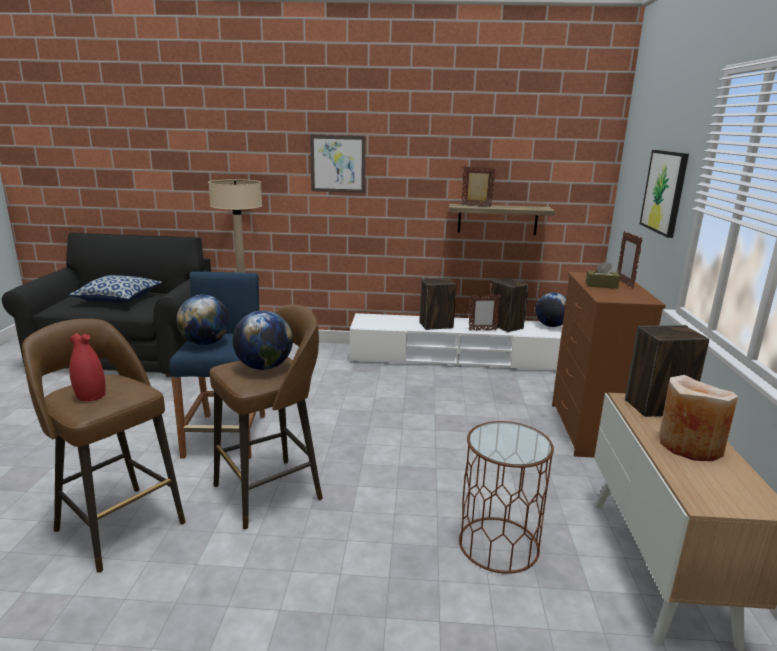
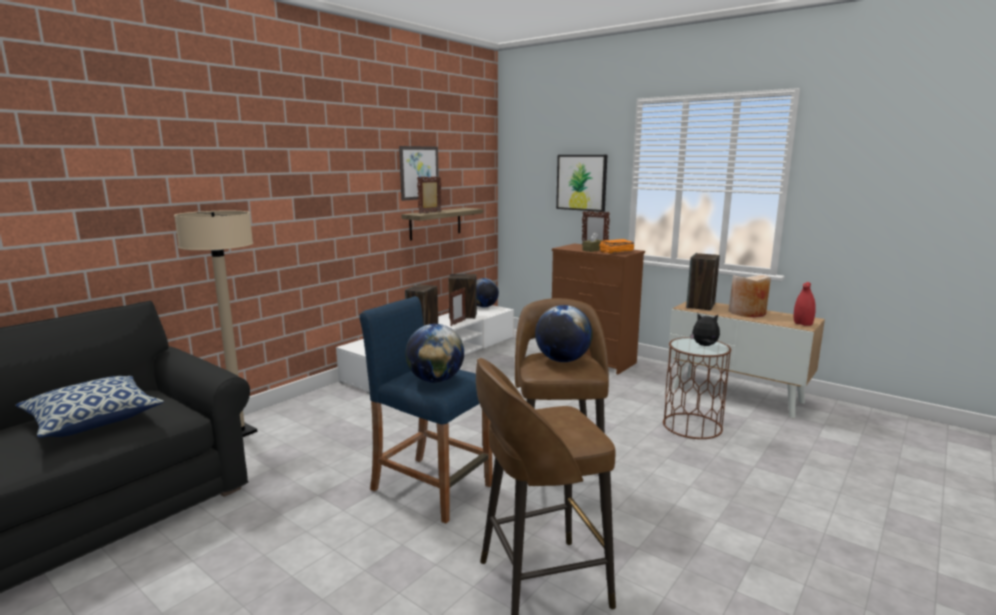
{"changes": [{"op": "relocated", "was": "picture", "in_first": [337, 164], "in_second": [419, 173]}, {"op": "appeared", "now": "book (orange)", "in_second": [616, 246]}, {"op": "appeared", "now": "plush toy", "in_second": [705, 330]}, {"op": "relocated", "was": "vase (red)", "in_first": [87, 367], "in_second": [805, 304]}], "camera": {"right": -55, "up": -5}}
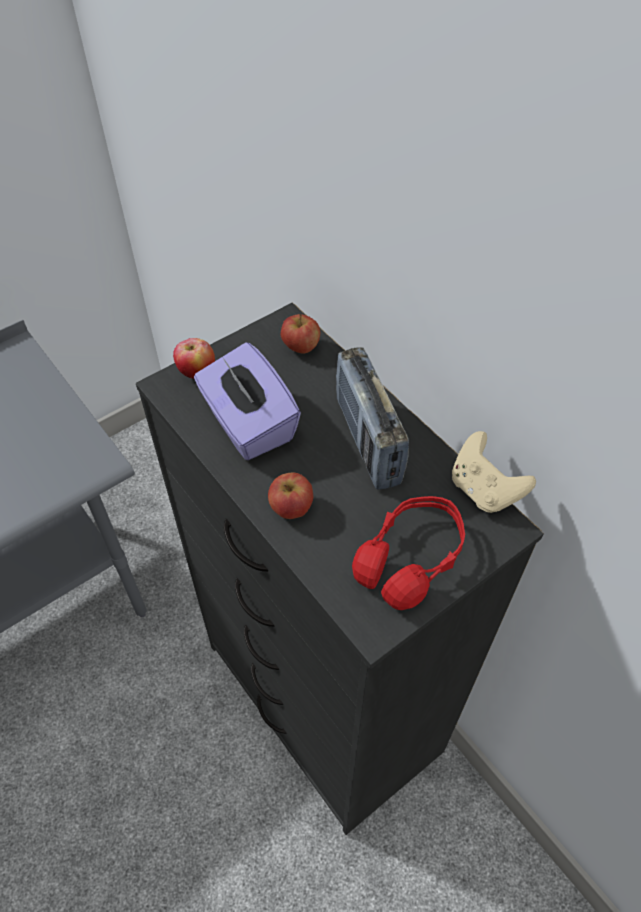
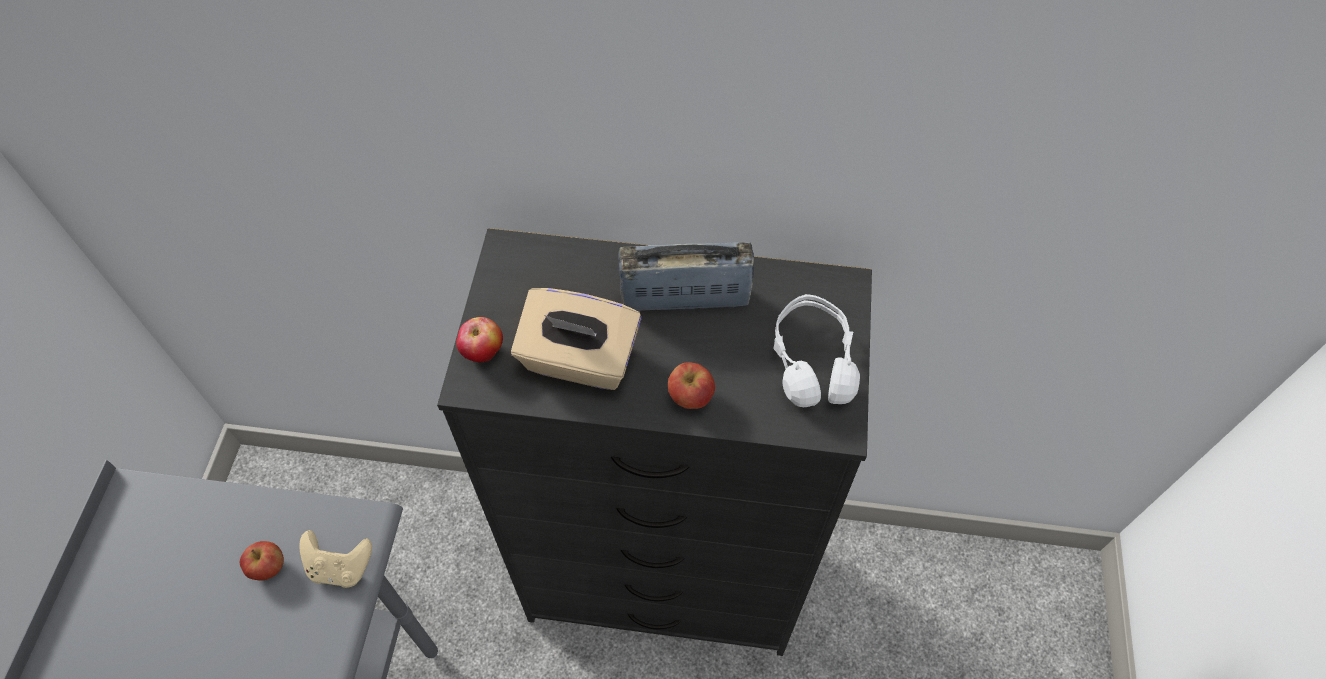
{"changes": [{"op": "relocated", "was": "apple", "in_first": [300, 334], "in_second": [262, 560]}, {"op": "relocated", "was": "game controller (beige)", "in_first": [494, 472], "in_second": [335, 559]}, {"op": "colour", "was": "tissue box (purple)", "now": "tissue box (beige)", "in_first": [247, 401], "in_second": [576, 339]}, {"op": "spun", "was": "radio", "in_first": [372, 418], "in_second": [686, 276], "clockwise": 150}, {"op": "colour", "was": "headphones (red)", "now": "headphones (white)", "in_first": [408, 553], "in_second": [816, 350]}], "camera": {"right": -45, "up": 5}}
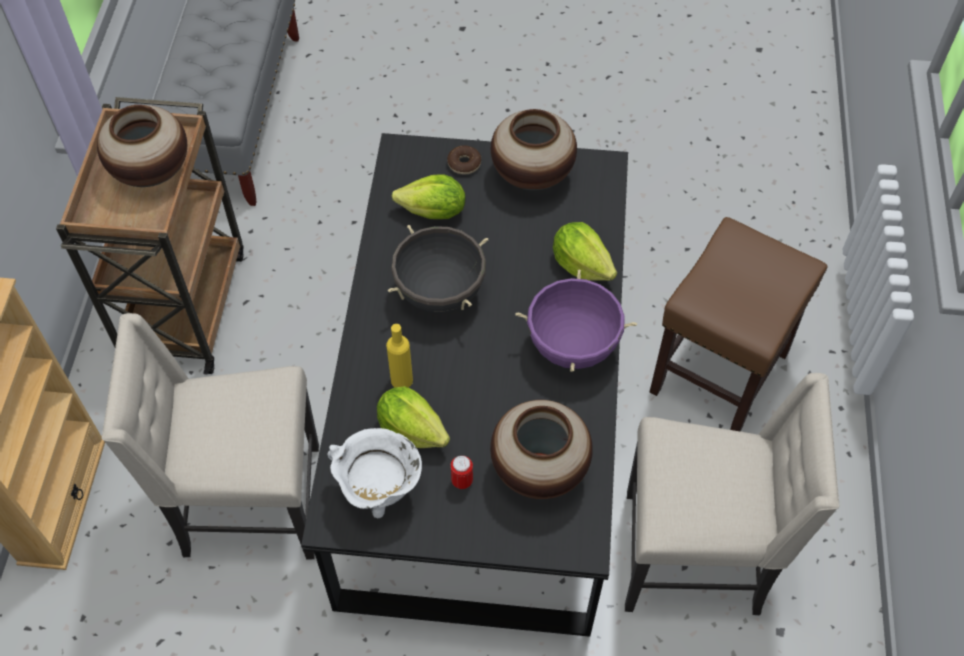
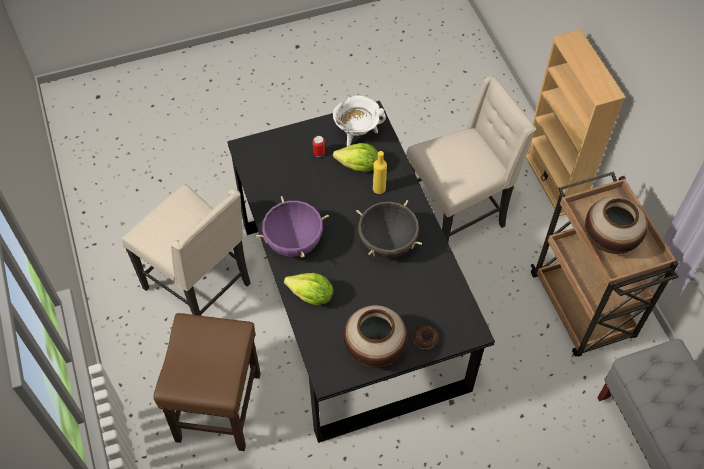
{"changes": [{"op": "spun", "was": "chair (beige)", "in_first": [732, 494], "in_second": [186, 250], "clockwise": -120}, {"op": "missing", "was": "lettuce", "in_first": [428, 197]}, {"op": "missing", "was": "vase", "in_first": [541, 449]}], "camera": {"right": 155, "up": 0}}
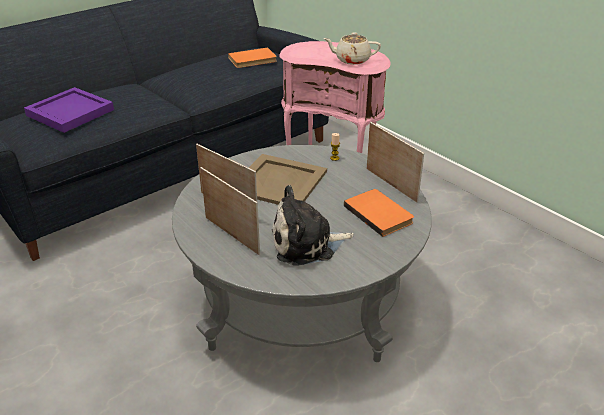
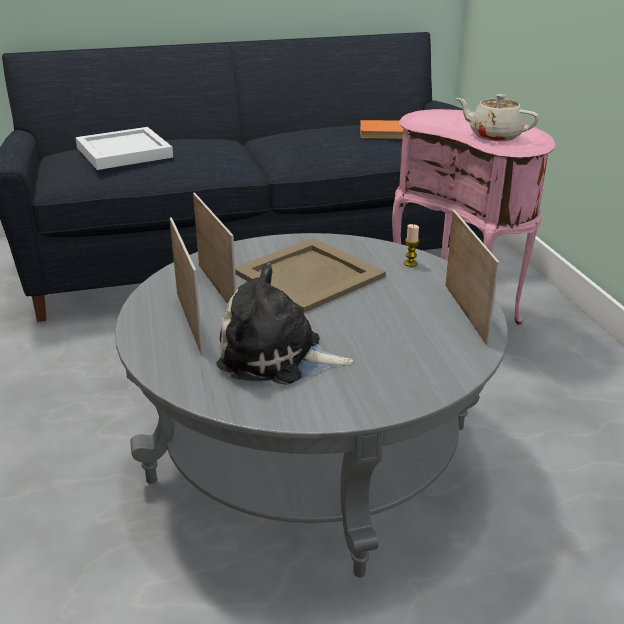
{"changes": [{"op": "colour", "was": "tray (purple)", "now": "tray (white)", "in_first": [69, 110], "in_second": [124, 148]}, {"op": "missing", "was": "book (orange)", "in_first": [379, 213]}], "camera": {"right": 25, "up": -5}}
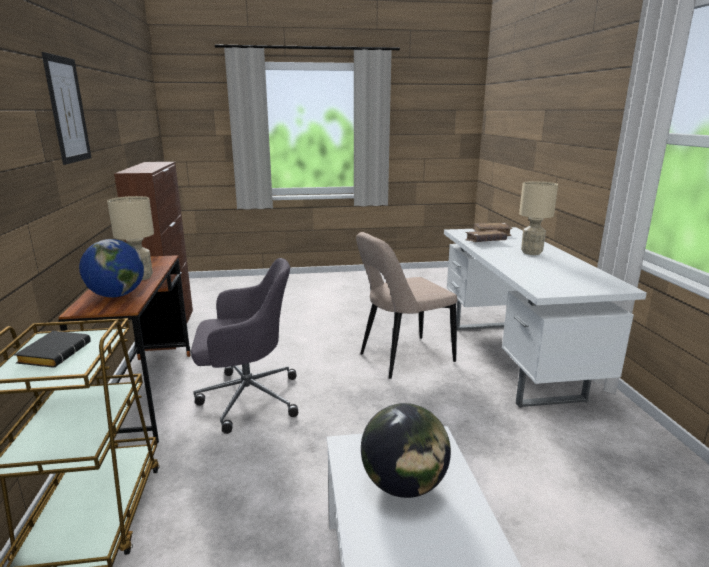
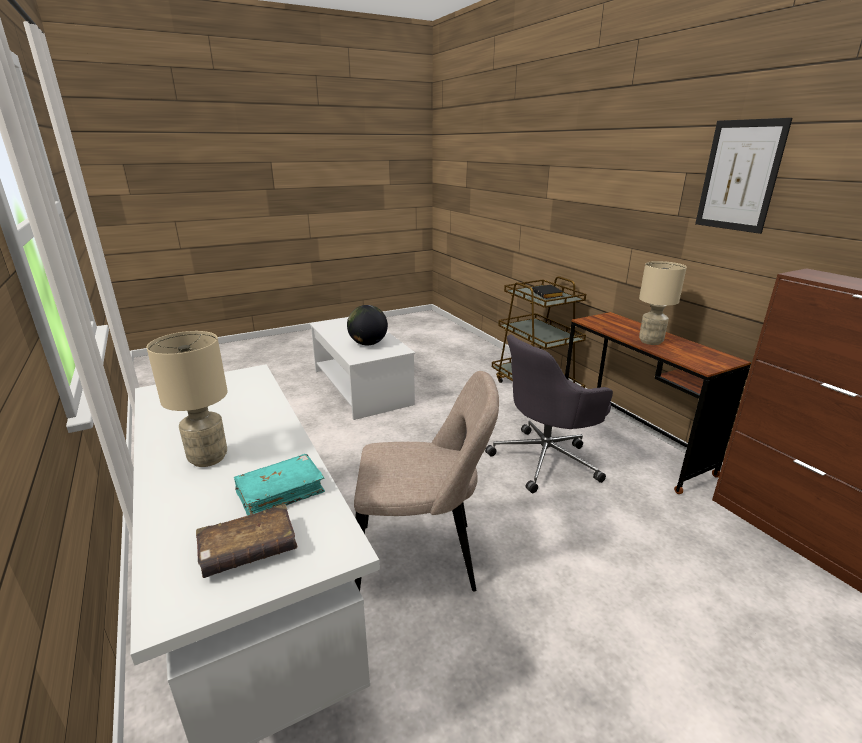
{"changes": [{"op": "colour", "was": "book (brown)", "now": "book (turquoise)", "in_first": [486, 236], "in_second": [279, 485]}, {"op": "spun", "was": "chair (beige)", "in_first": [406, 305], "in_second": [426, 481], "clockwise": 45}, {"op": "missing", "was": "globe", "in_first": [111, 268]}], "camera": {"right": 160, "up": 5}}
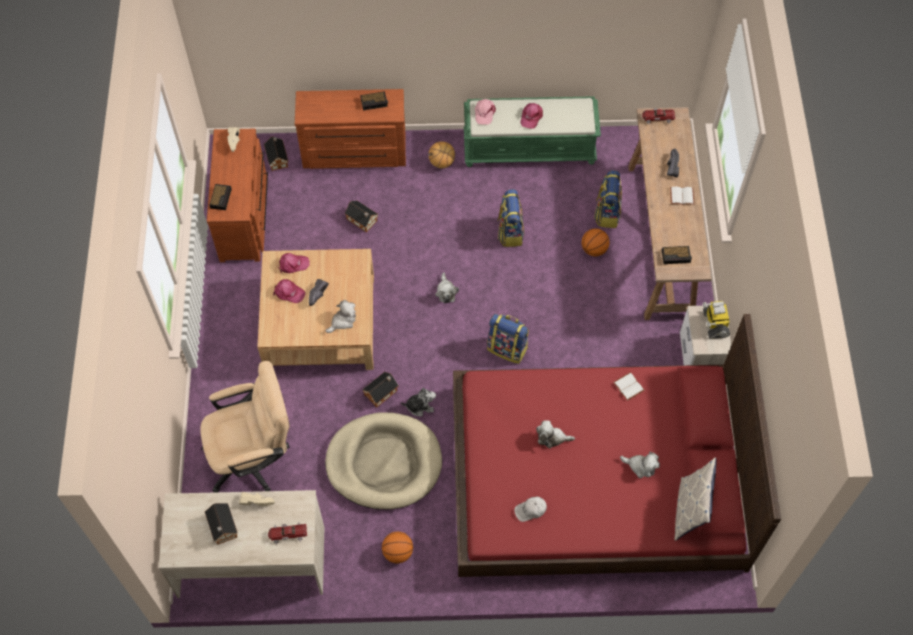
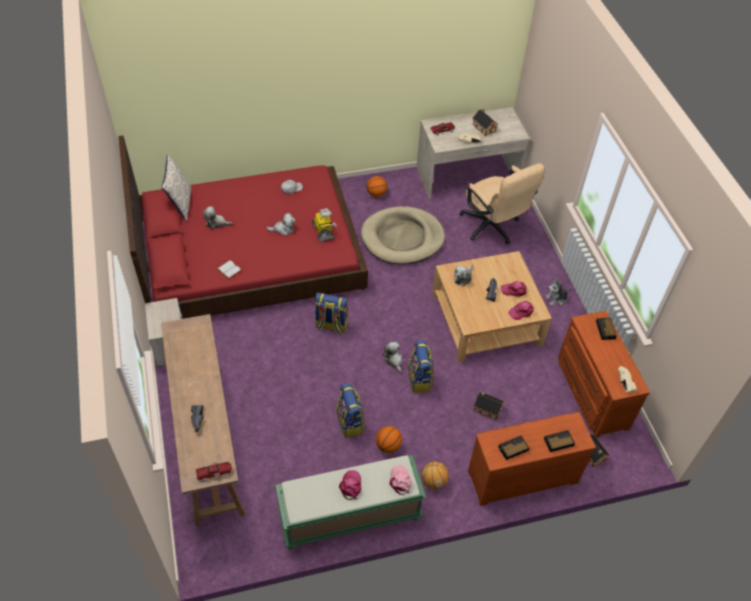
{"changes": [{"op": "relocated", "was": "toy robot", "in_first": [716, 320], "in_second": [324, 225]}, {"op": "relocated", "was": "basketball", "in_first": [596, 242], "in_second": [389, 439]}, {"op": "relocated", "was": "backpack", "in_first": [608, 199], "in_second": [420, 366]}, {"op": "spun", "was": "office chair (beige)", "in_first": [244, 426], "in_second": [502, 203], "clockwise": -90}, {"op": "relocated", "was": "alarm clock", "in_first": [677, 255], "in_second": [559, 441]}, {"op": "relocated", "was": "plush toy", "in_first": [418, 402], "in_second": [558, 291]}, {"op": "missing", "was": "toy house", "in_first": [380, 390]}, {"op": "missing", "was": "book (white)", "in_first": [682, 196]}], "camera": {"right": 165, "up": -10}}
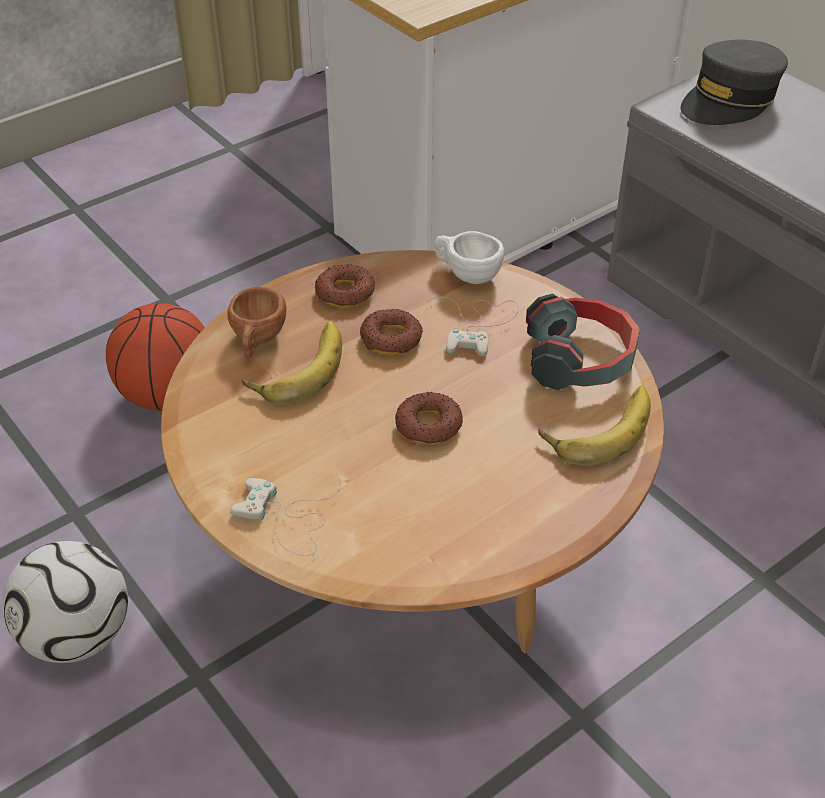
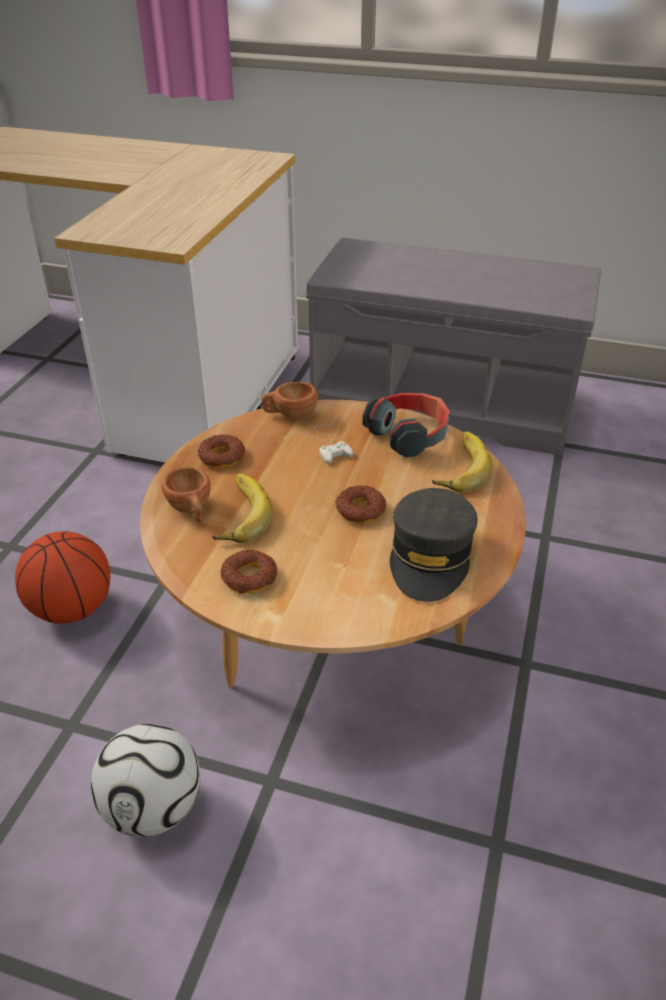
{"changes": [{"op": "relocated", "was": "donut", "in_first": [391, 332], "in_second": [249, 572]}, {"op": "colour", "was": "cup (white)", "now": "cup (brown)", "in_first": [469, 257], "in_second": [289, 400]}, {"op": "relocated", "was": "cap (grey)", "in_first": [734, 82], "in_second": [434, 545]}, {"op": "missing", "was": "game controller (white)", "in_first": [285, 515]}], "camera": {"right": -35, "up": -5}}
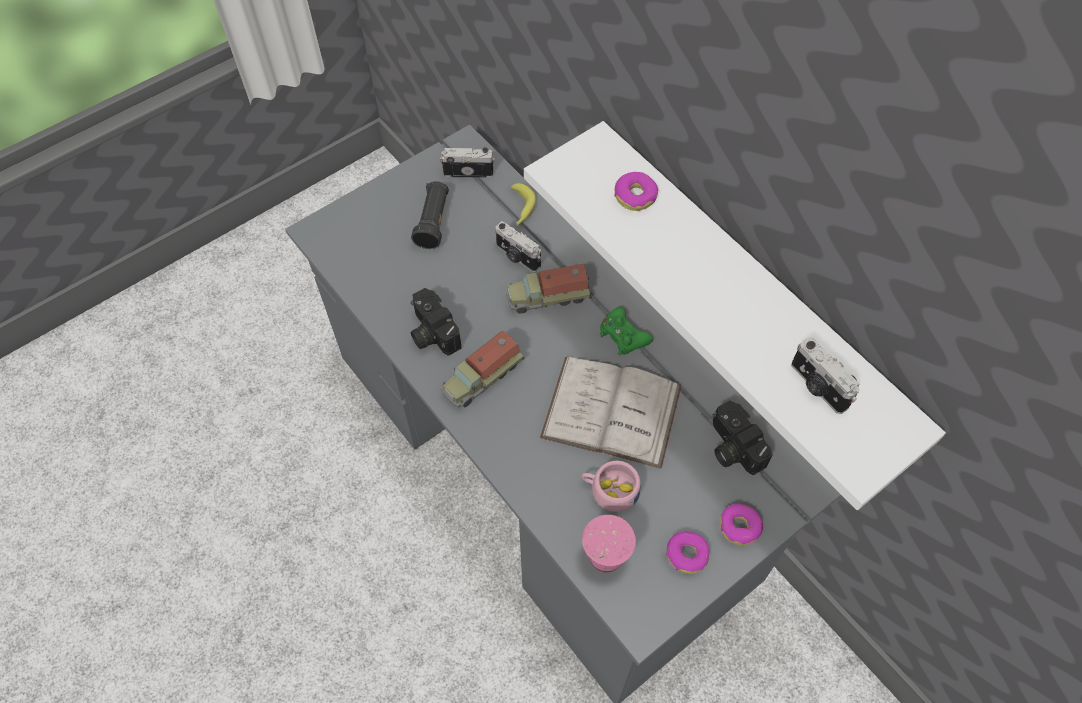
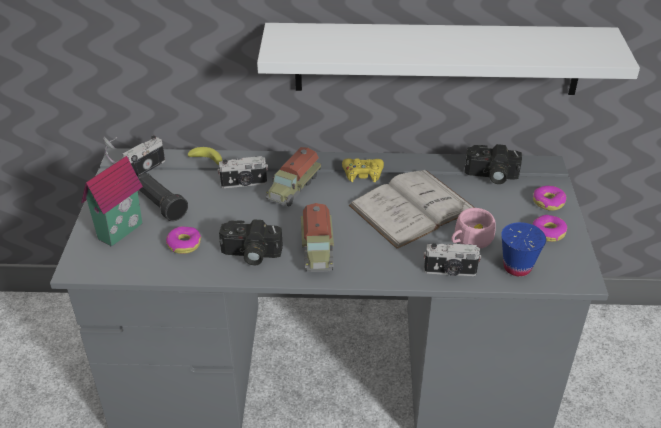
{"changes": [{"op": "appeared", "now": "toy house", "in_second": [112, 192]}, {"op": "relocated", "was": "donut", "in_first": [636, 191], "in_second": [184, 240]}, {"op": "colour", "was": "game controller (green)", "now": "game controller (yellow)", "in_first": [626, 331], "in_second": [363, 170]}, {"op": "relocated", "was": "photo camera", "in_first": [825, 375], "in_second": [452, 259]}, {"op": "colour", "was": "cup (pink)", "now": "cup (blue)", "in_first": [609, 543], "in_second": [523, 249]}], "camera": {"right": -50, "up": -20}}
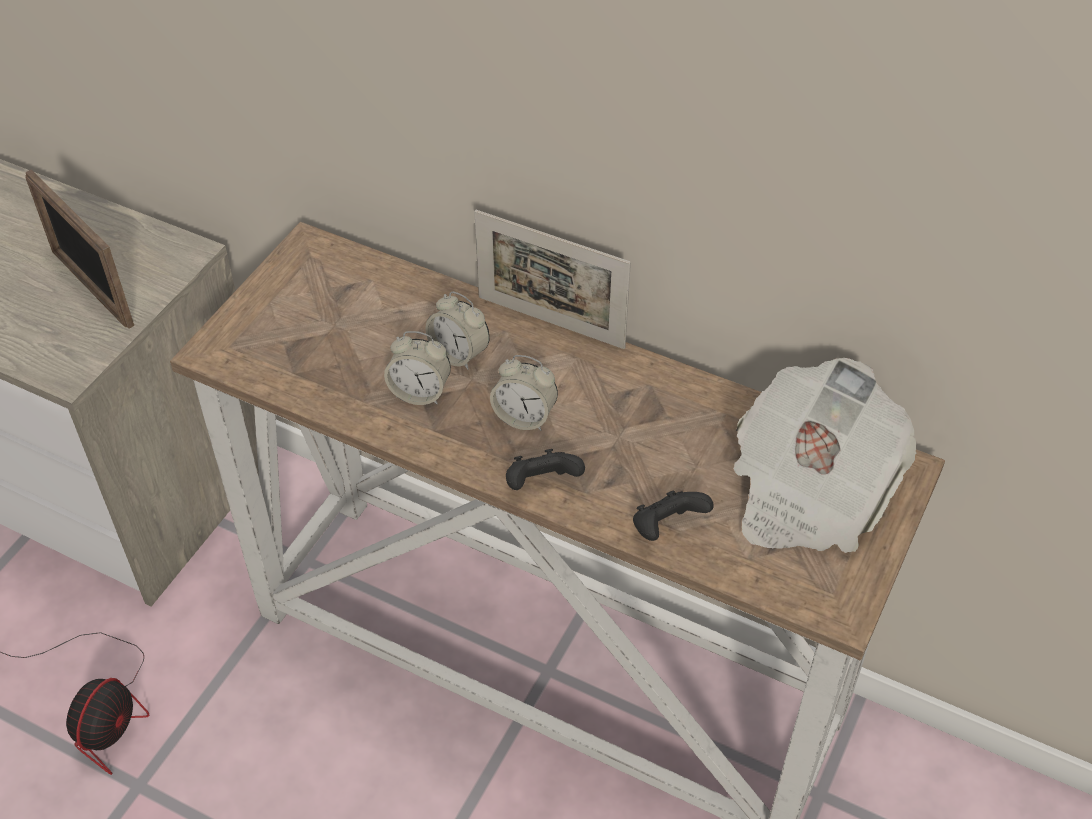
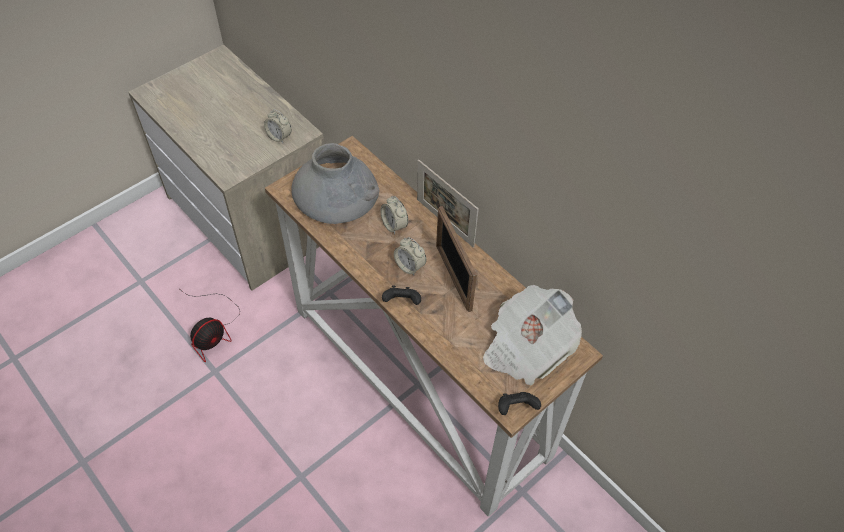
{"changes": [{"op": "relocated", "was": "alarm clock", "in_first": [417, 368], "in_second": [278, 126]}, {"op": "appeared", "now": "vase (grey)", "in_second": [335, 183]}, {"op": "relocated", "was": "picture frame", "in_first": [79, 249], "in_second": [456, 259]}, {"op": "relocated", "was": "game controller (black)", "in_first": [673, 516], "in_second": [519, 403]}], "camera": {"right": 20, "up": 5}}
